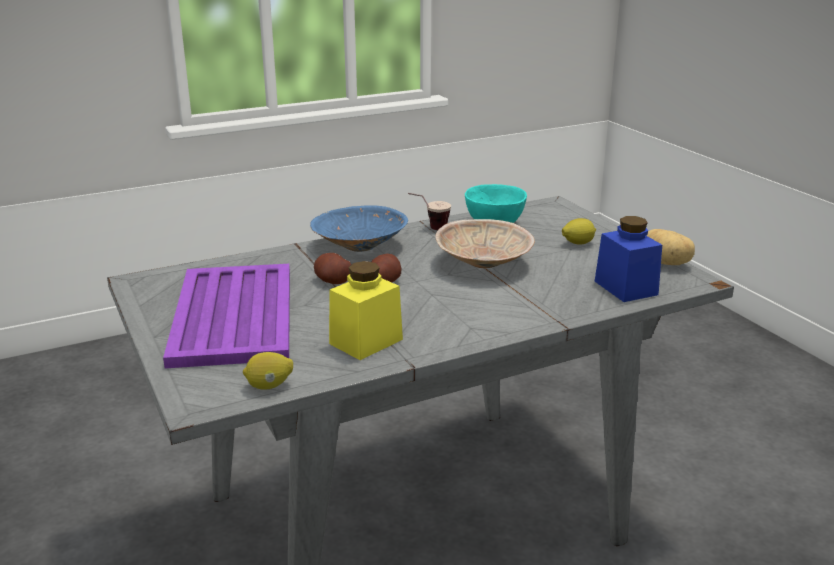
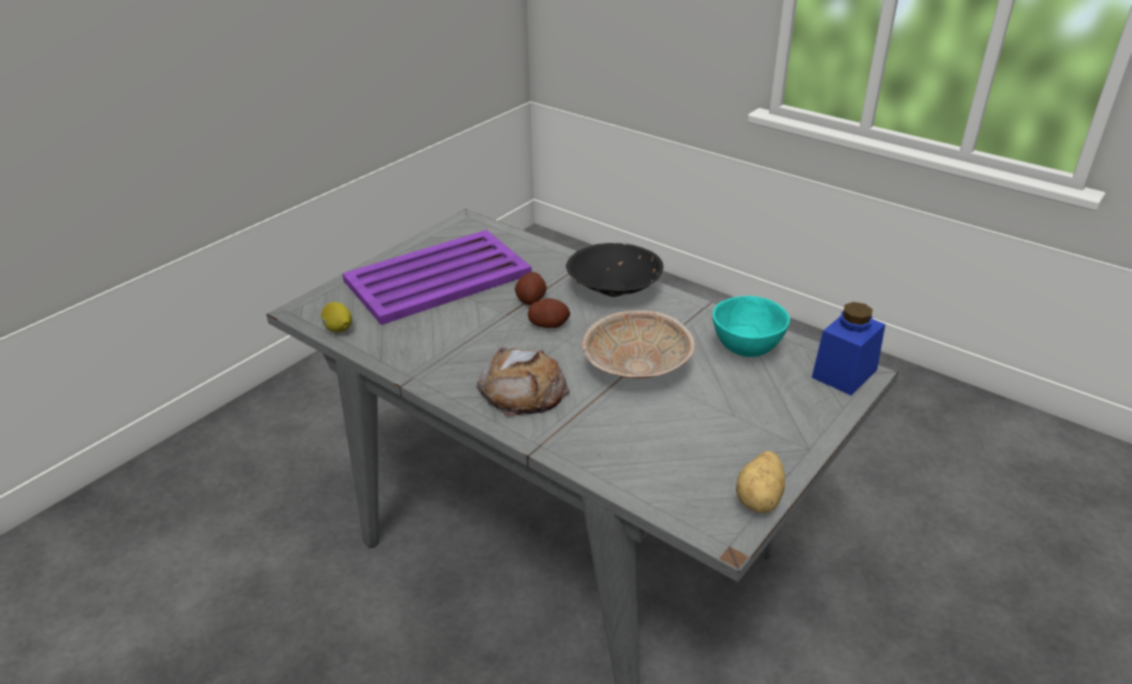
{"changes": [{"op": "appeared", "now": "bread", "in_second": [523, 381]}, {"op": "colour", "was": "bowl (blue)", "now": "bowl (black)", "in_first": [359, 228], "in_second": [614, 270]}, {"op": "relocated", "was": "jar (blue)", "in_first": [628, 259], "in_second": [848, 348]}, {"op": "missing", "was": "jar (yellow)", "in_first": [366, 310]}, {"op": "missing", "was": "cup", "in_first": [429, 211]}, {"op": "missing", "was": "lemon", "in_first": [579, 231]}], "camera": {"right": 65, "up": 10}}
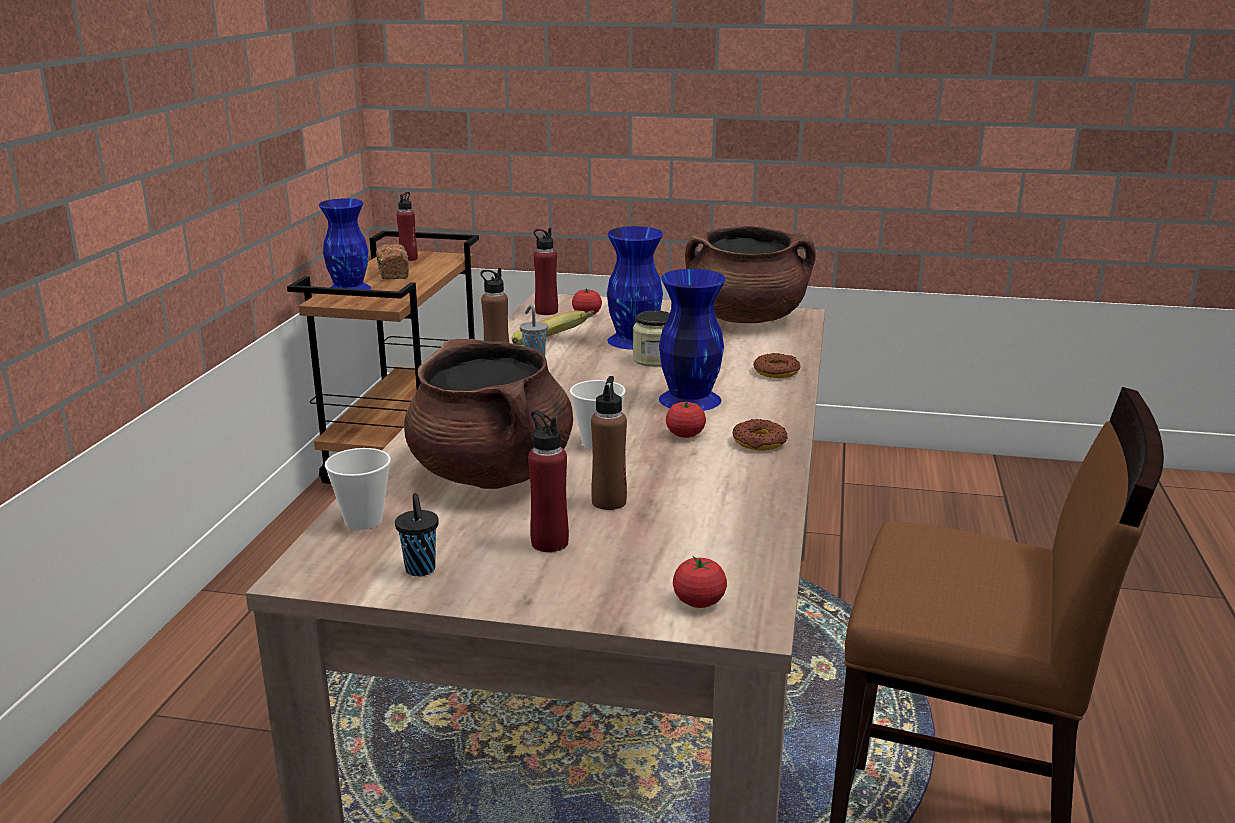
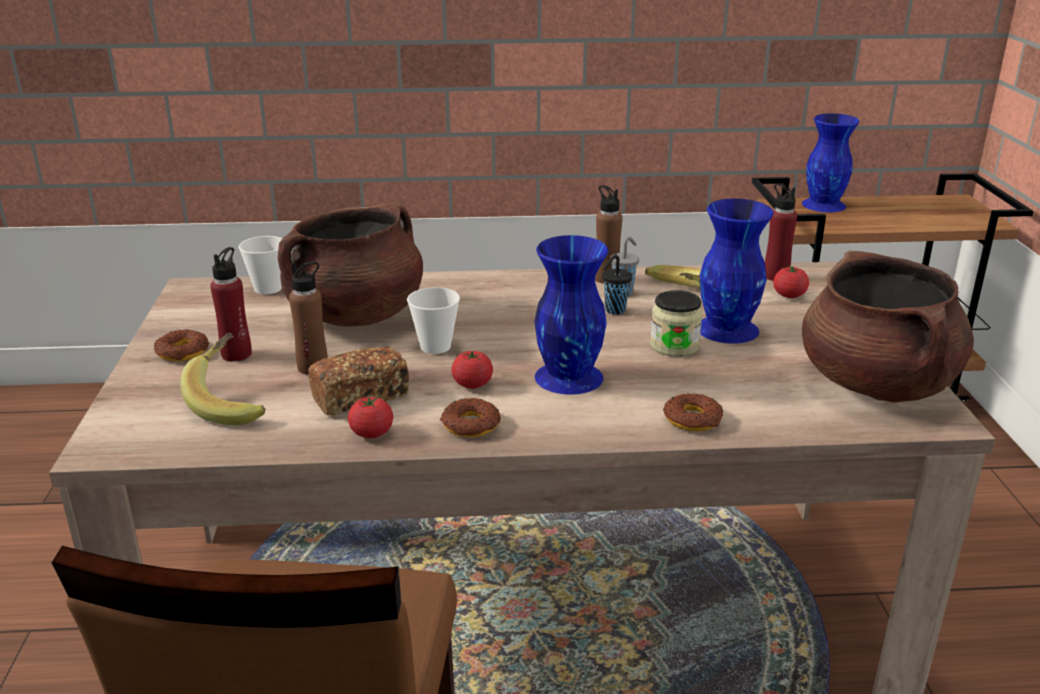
{"changes": [{"op": "appeared", "now": "donut", "in_second": [181, 345]}, {"op": "appeared", "now": "banana", "in_second": [223, 379]}, {"op": "relocated", "was": "bread", "in_first": [392, 262], "in_second": [358, 380]}, {"op": "relocated", "was": "tomato", "in_first": [700, 581], "in_second": [370, 416]}, {"op": "relocated", "was": "cup (black)", "in_first": [417, 534], "in_second": [617, 285]}, {"op": "missing", "was": "bottle (red)", "in_first": [407, 226]}], "camera": {"right": 75, "up": 5}}
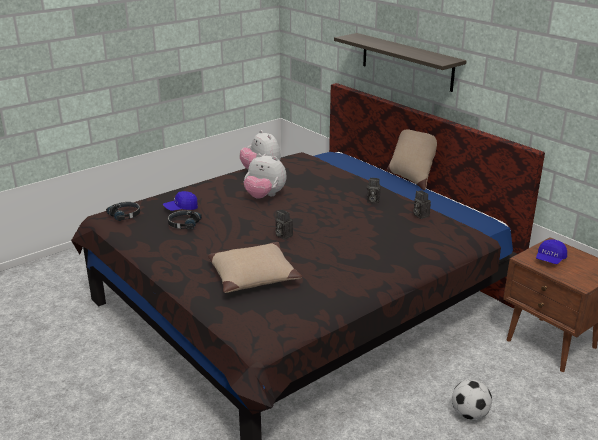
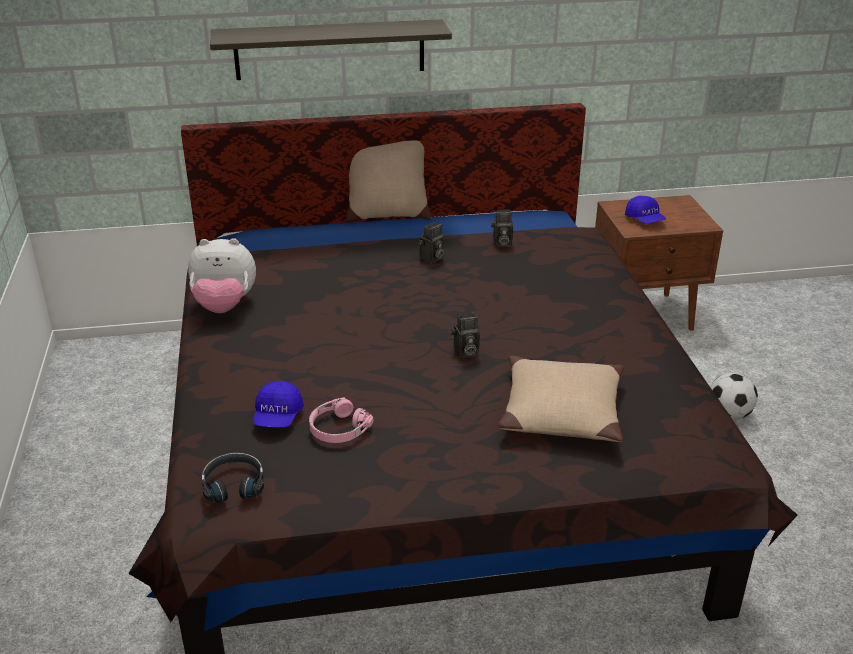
{"changes": [{"op": "colour", "was": "headphones (black)", "now": "headphones (pink)", "in_first": [185, 219], "in_second": [341, 420]}, {"op": "missing", "was": "plush toy", "in_first": [265, 176]}], "camera": {"right": -60, "up": 5}}
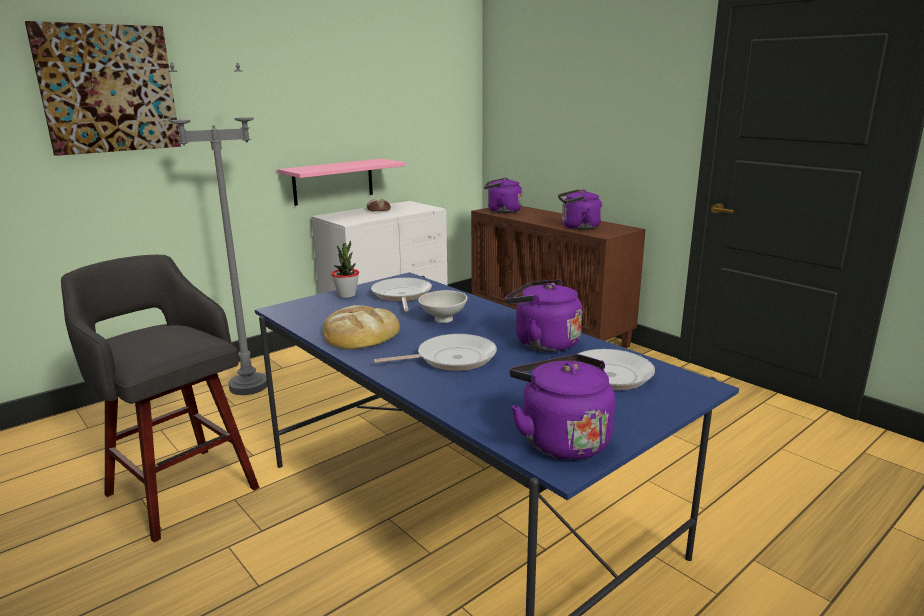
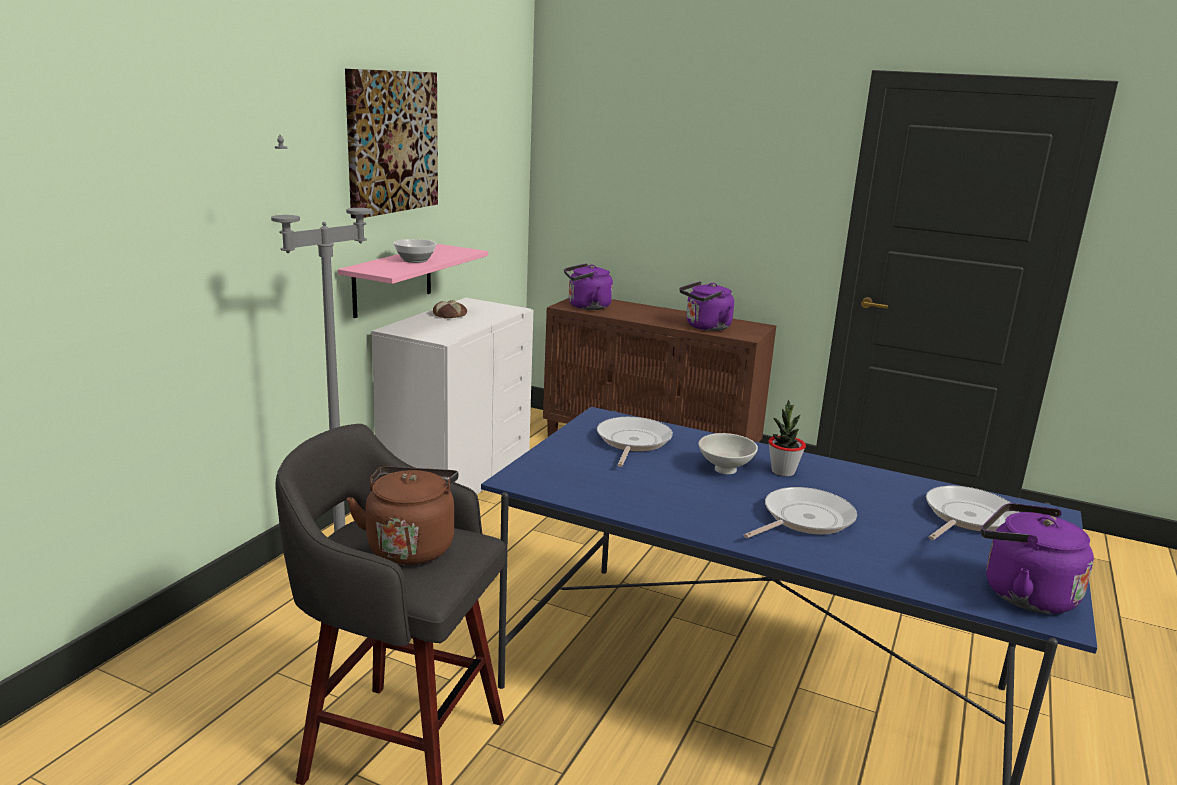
{"changes": [{"op": "relocated", "was": "picture", "in_first": [103, 88], "in_second": [391, 144]}, {"op": "appeared", "now": "kettle (brown)", "in_second": [403, 515]}, {"op": "appeared", "now": "bowl", "in_second": [415, 251]}, {"op": "spun", "was": "frying pan", "in_first": [401, 294], "in_second": [635, 442], "clockwise": 45}, {"op": "relocated", "was": "potted plant", "in_first": [345, 269], "in_second": [787, 438]}, {"op": "missing", "was": "bread", "in_first": [361, 327]}, {"op": "missing", "was": "kettle (purple)", "in_first": [543, 315]}], "camera": {"right": -25, "up": 0}}
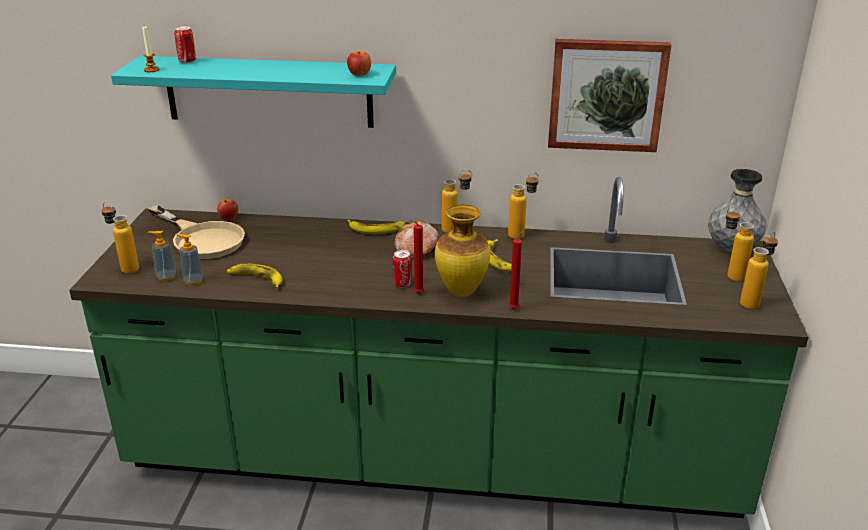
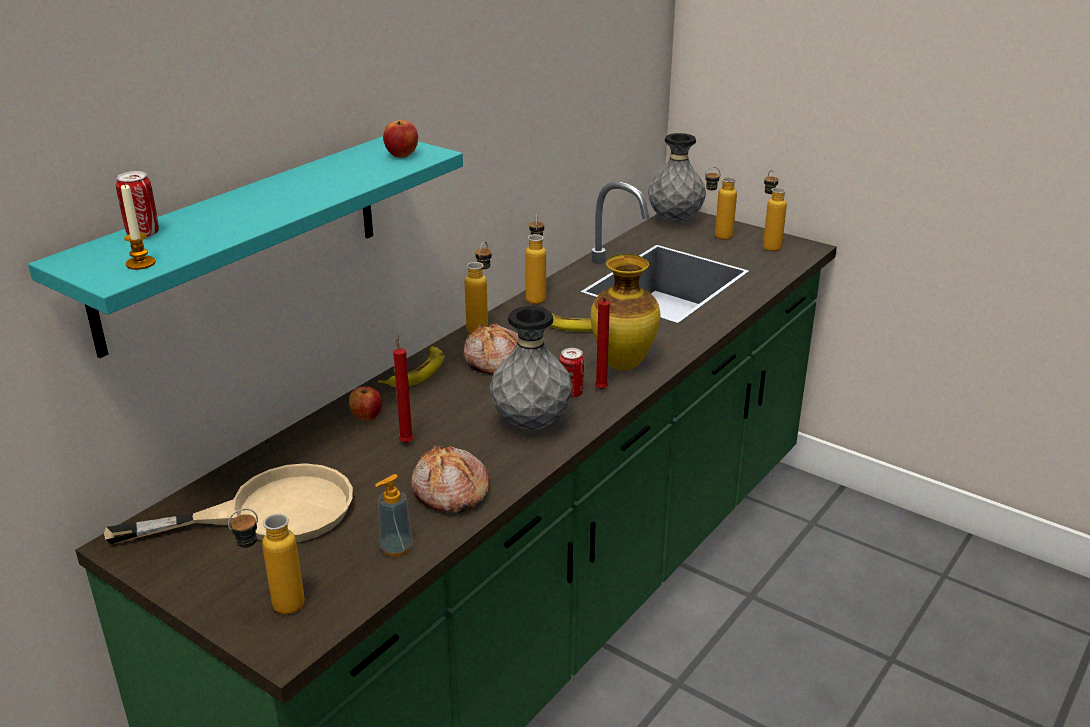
{"changes": [{"op": "relocated", "was": "apple", "in_first": [227, 210], "in_second": [365, 403]}, {"op": "relocated", "was": "candle (red)", "in_first": [516, 269], "in_second": [403, 388]}, {"op": "exchanged", "was": "banana", "now": "bread", "in_first": [255, 276], "in_second": [450, 479]}, {"op": "appeared", "now": "vase (grey)", "in_second": [531, 368]}, {"op": "missing", "was": "soap dispenser", "in_first": [162, 256]}, {"op": "missing", "was": "picture", "in_first": [609, 95]}], "camera": {"right": -60, "up": 0}}
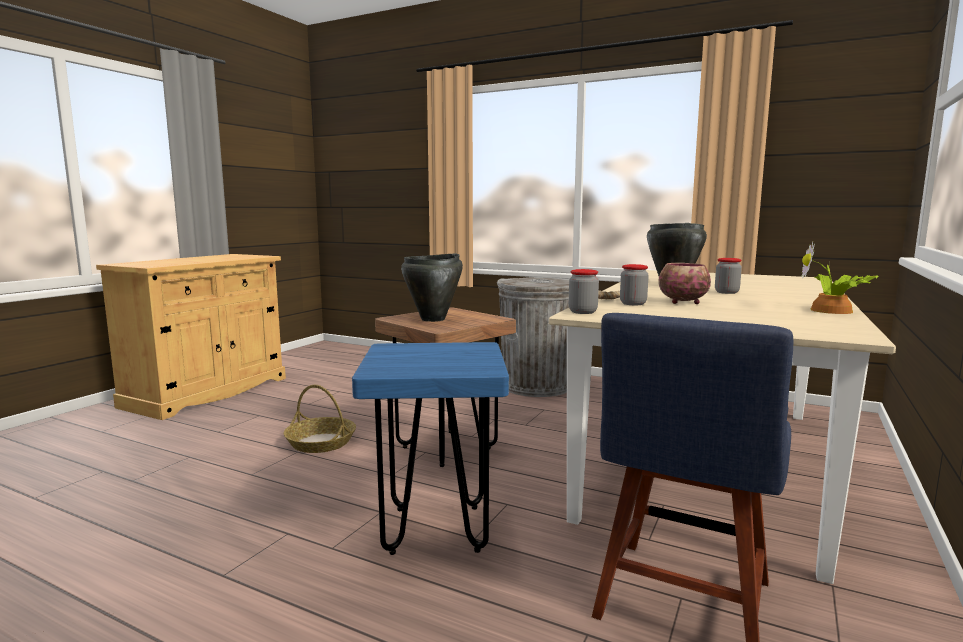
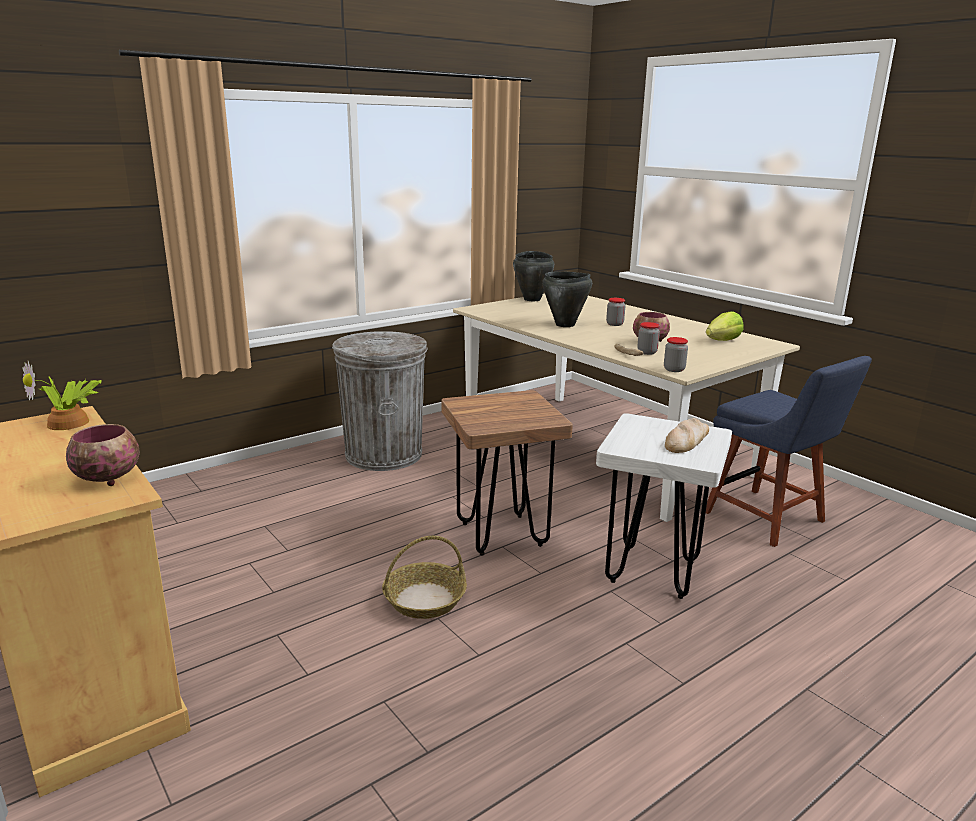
{"changes": [{"op": "relocated", "was": "potted plant", "in_first": [840, 277], "in_second": [62, 395]}, {"op": "appeared", "now": "bowl", "in_second": [103, 455]}, {"op": "relocated", "was": "cooking pot (black)", "in_first": [432, 287], "in_second": [533, 276]}, {"op": "colour", "was": "stool (blue)", "now": "stool (white)", "in_first": [430, 448], "in_second": [664, 506]}, {"op": "appeared", "now": "bread", "in_second": [687, 435]}, {"op": "appeared", "now": "lettuce", "in_second": [725, 326]}], "camera": {"right": -65, "up": 10}}
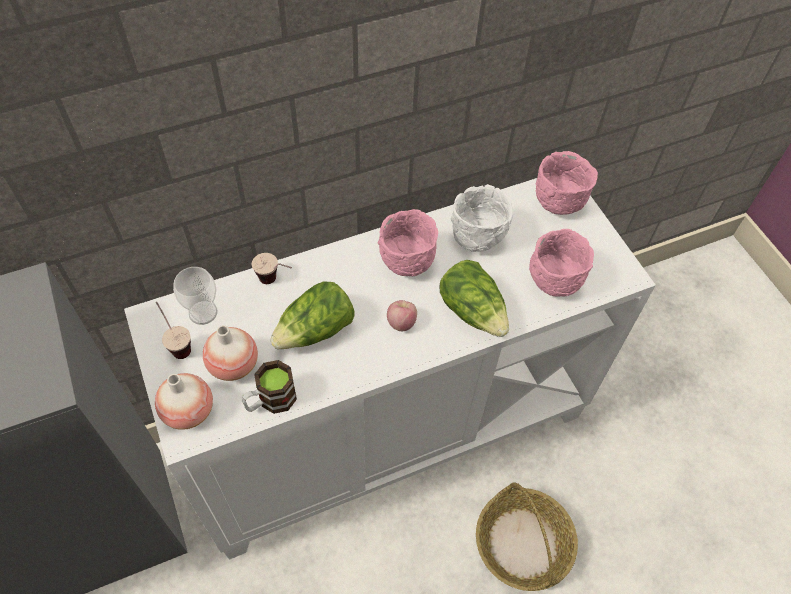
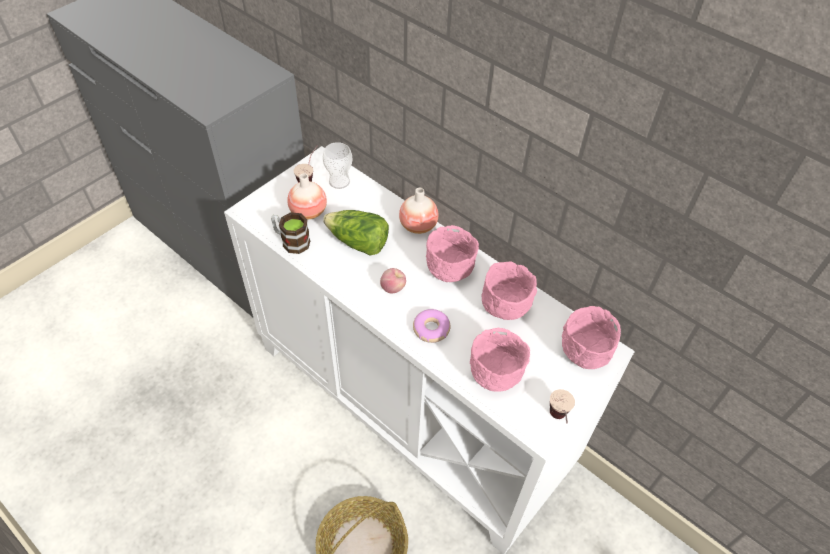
{"changes": [{"op": "relocated", "was": "vase", "in_first": [184, 401], "in_second": [418, 211]}, {"op": "exchanged", "was": "lettuce", "now": "donut", "in_first": [474, 298], "in_second": [431, 326]}, {"op": "colour", "was": "bowl (white)", "now": "bowl (pink)", "in_first": [482, 218], "in_second": [509, 290]}, {"op": "relocated", "was": "cup", "in_first": [272, 268], "in_second": [562, 406]}], "camera": {"right": 65, "up": -5}}
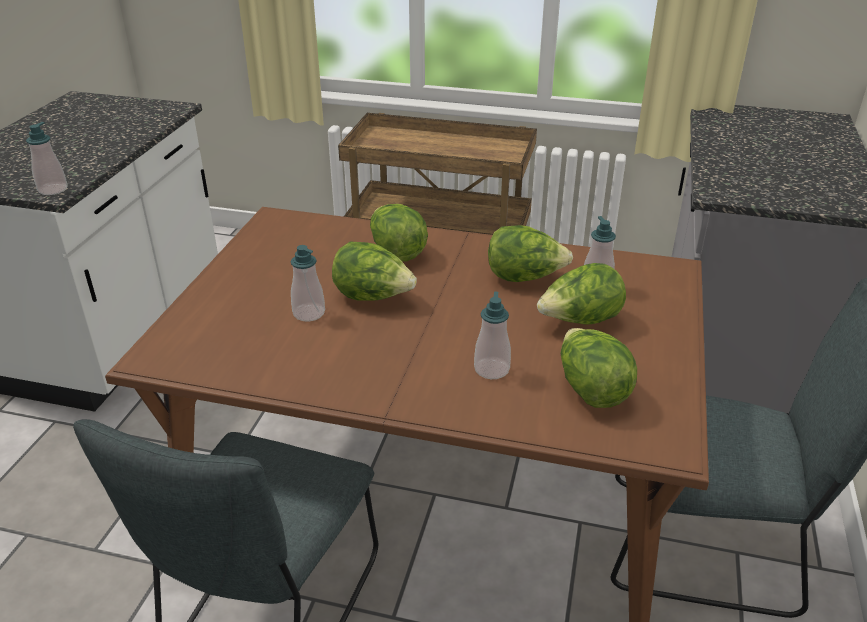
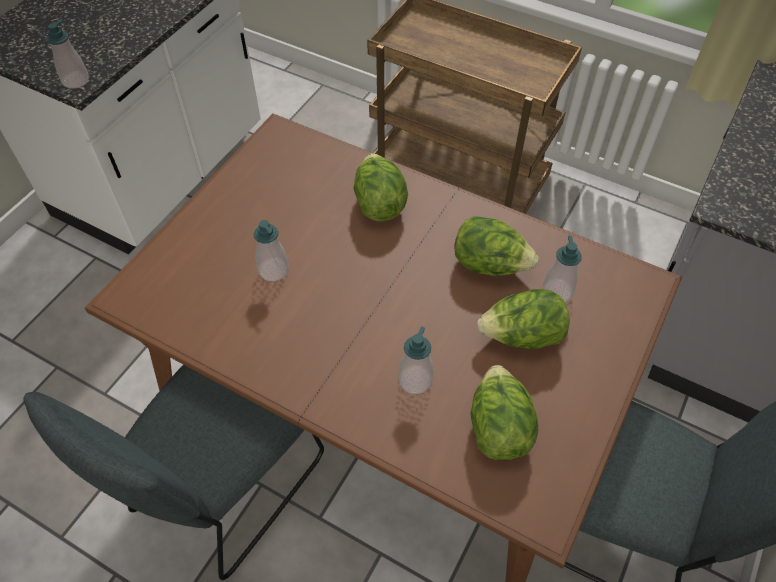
{"changes": [{"op": "missing", "was": "lettuce", "in_first": [374, 271]}], "camera": {"right": 15, "up": 20}}
